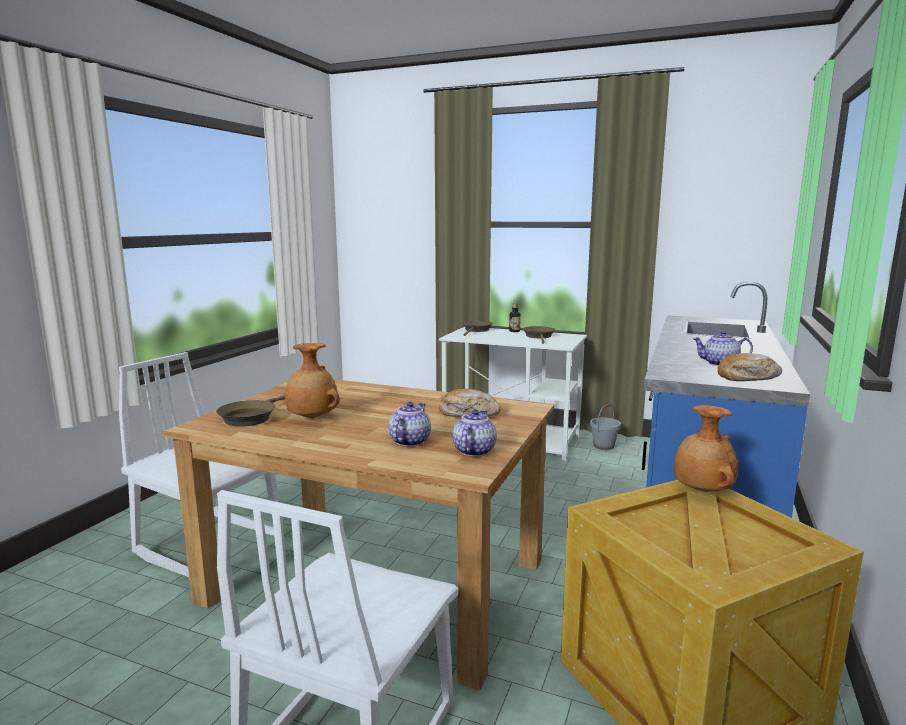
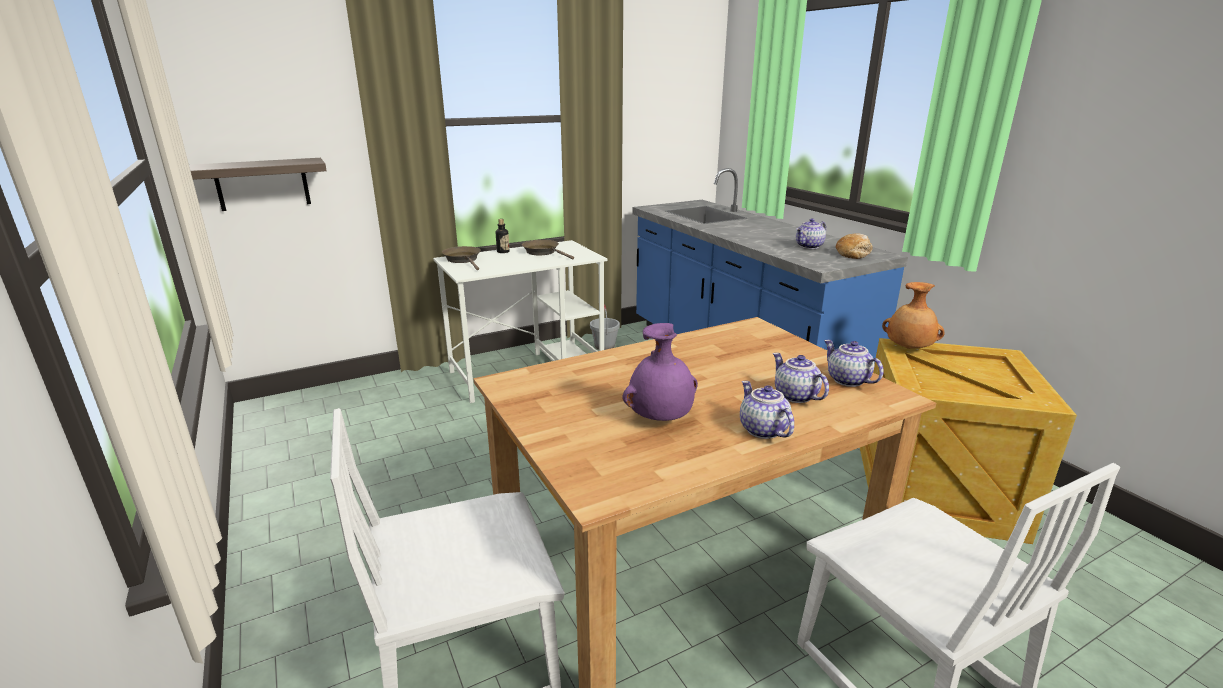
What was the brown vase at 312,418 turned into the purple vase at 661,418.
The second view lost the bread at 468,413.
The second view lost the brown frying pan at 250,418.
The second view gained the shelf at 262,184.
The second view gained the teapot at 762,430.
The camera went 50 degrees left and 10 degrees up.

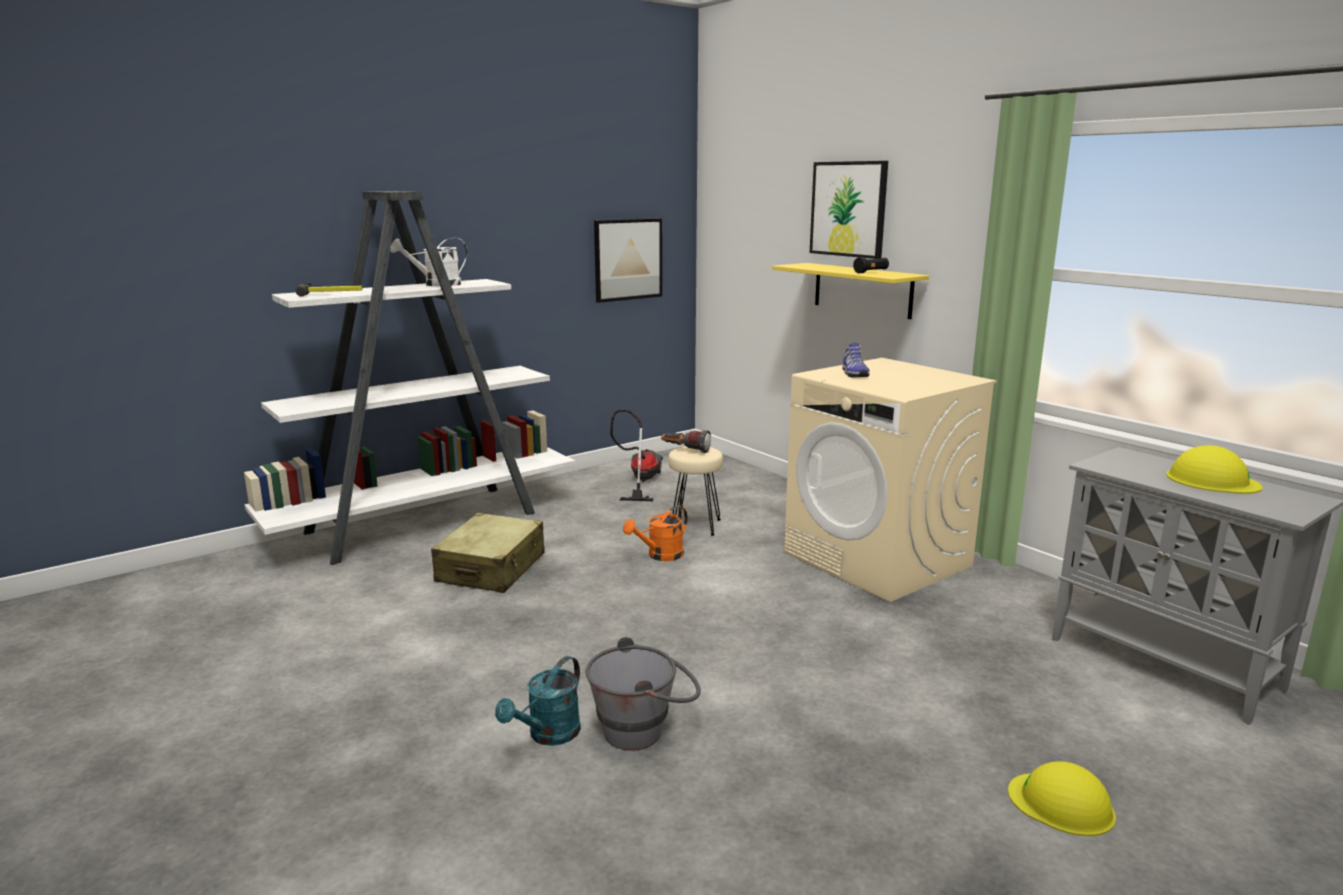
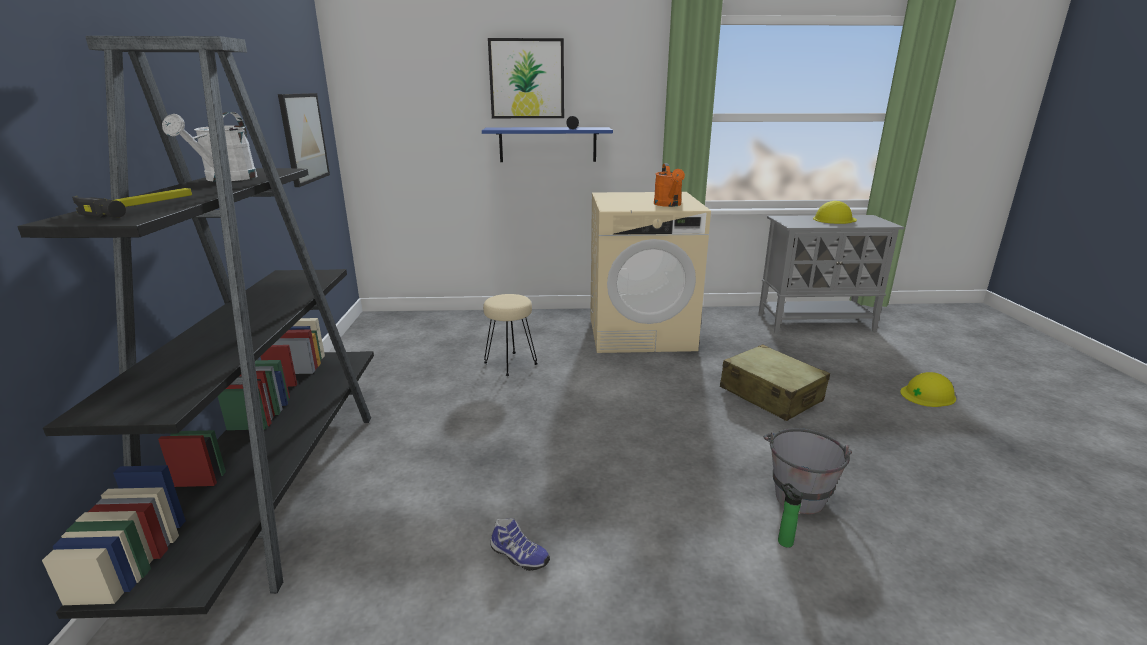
What was the white bookcase at 426,522 turned into the black bookcase at 277,486.
What was the yellow shelf at 862,290 turned into the blue shelf at 548,144.
The shoe ended up elsewhere, having gone from 853,374 to 518,556.
The second view lost the vacuum cleaner at 640,481.
The second view lost the flashlight at 685,450.
The orange watering can ended up elsewhere, having gone from 660,556 to 669,205.
The beige suitcase ended up elsewhere, having gone from 491,568 to 770,395.
Where the turquoise watering can stood at 548,735, the bottle came to stand at 783,540.
The camera went 55 degrees left and 5 degrees up.

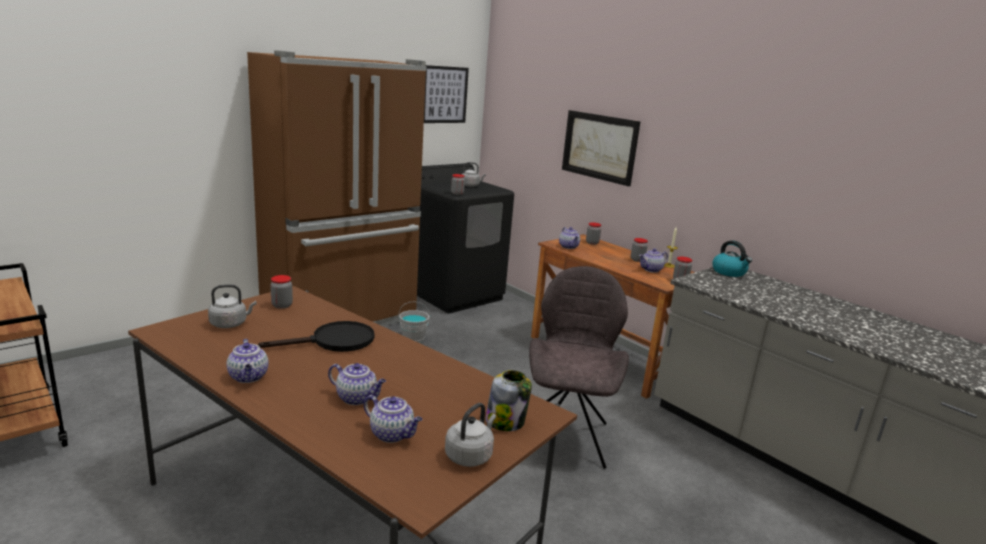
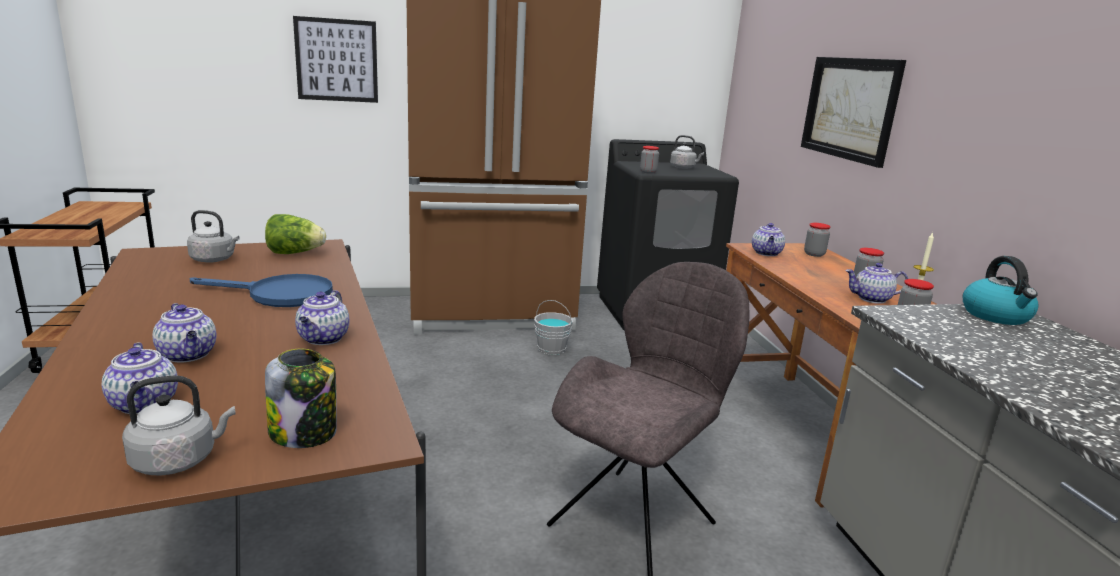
The picture ended up elsewhere, having gone from 444,95 to 336,60.
Where the jar stood at 282,305, the lettuce came to stand at 295,253.
What was the black frying pan at 334,341 turned into the blue frying pan at 279,295.
The teapot ended up elsewhere, having gone from 249,377 to 323,339.
The camera went 30 degrees right and 0 degrees up.

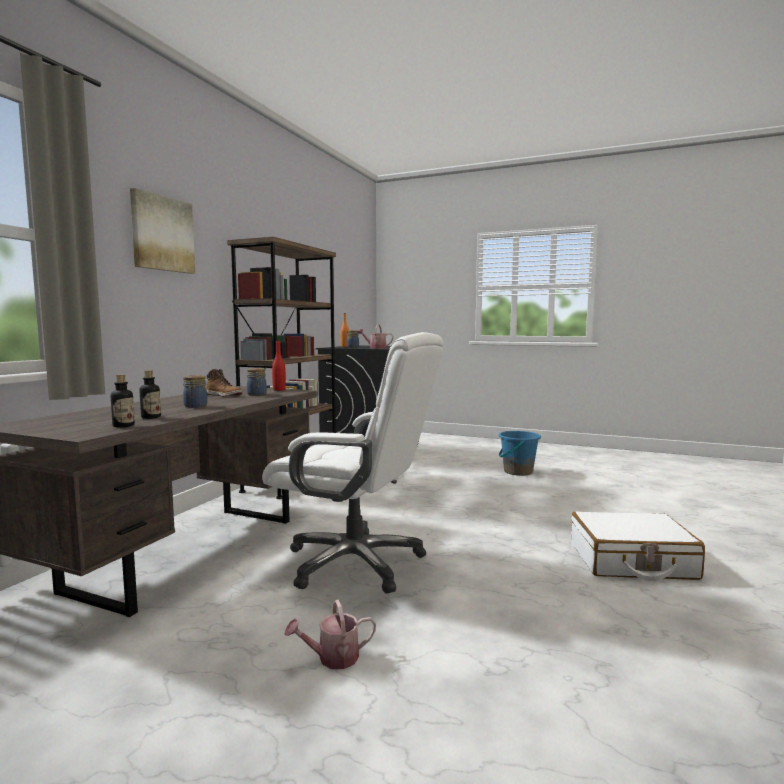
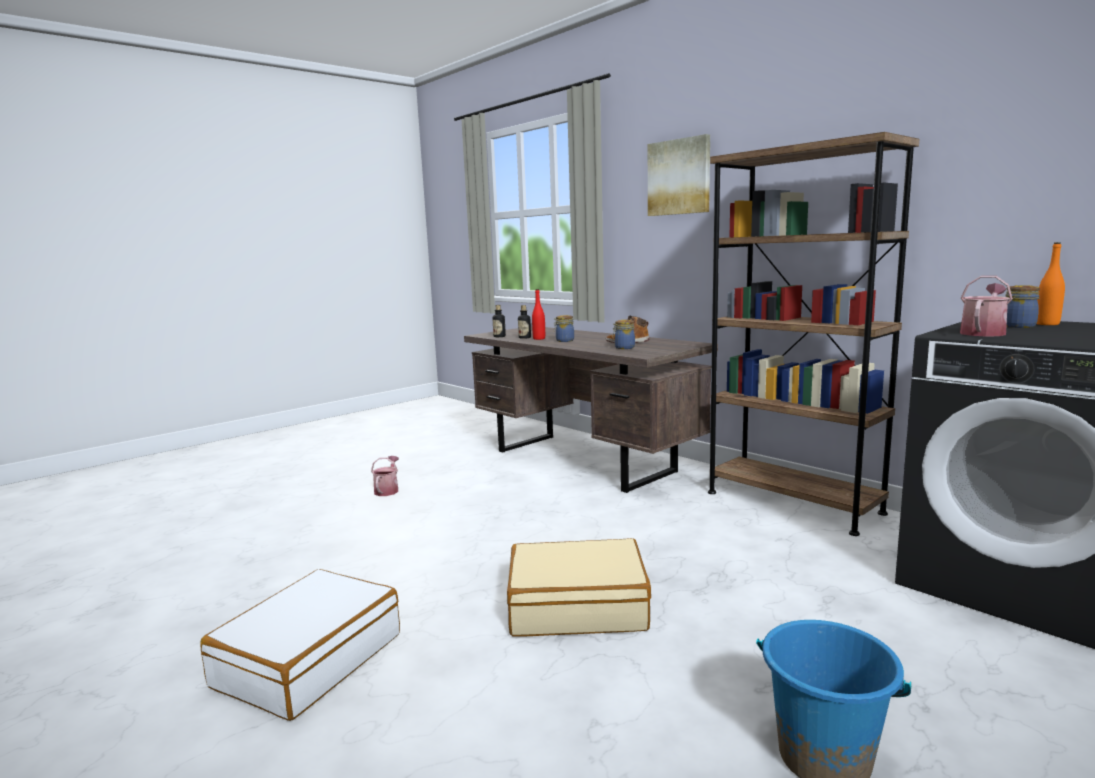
The second view lost the white office chair at 356,562.
The red bottle ended up elsewhere, having gone from 279,390 to 539,339.
The second view gained the beige suitcase at 577,606.
The camera went 115 degrees right and 5 degrees up.

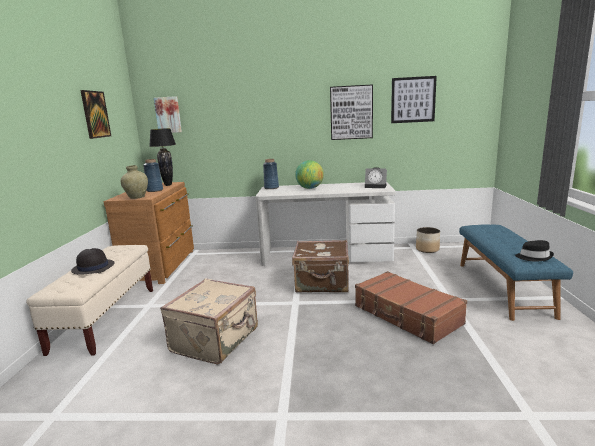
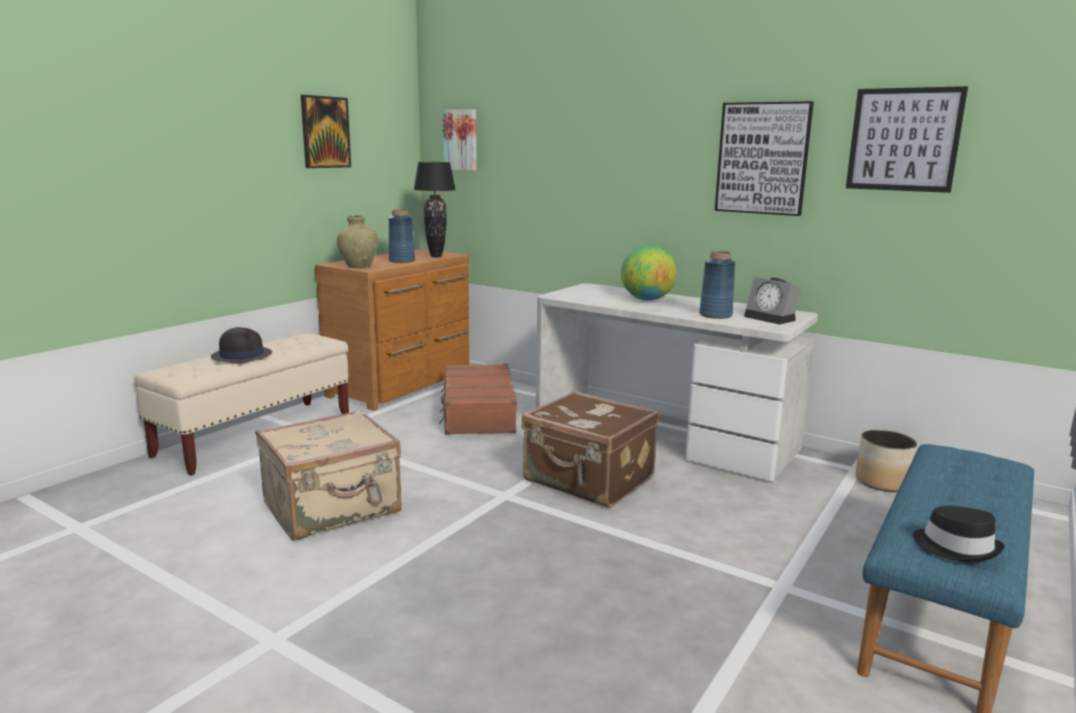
The blue vase ended up elsewhere, having gone from 271,188 to 715,315.
The brown suitcase ended up elsewhere, having gone from 406,315 to 477,412.
The camera went 30 degrees right and 0 degrees up.

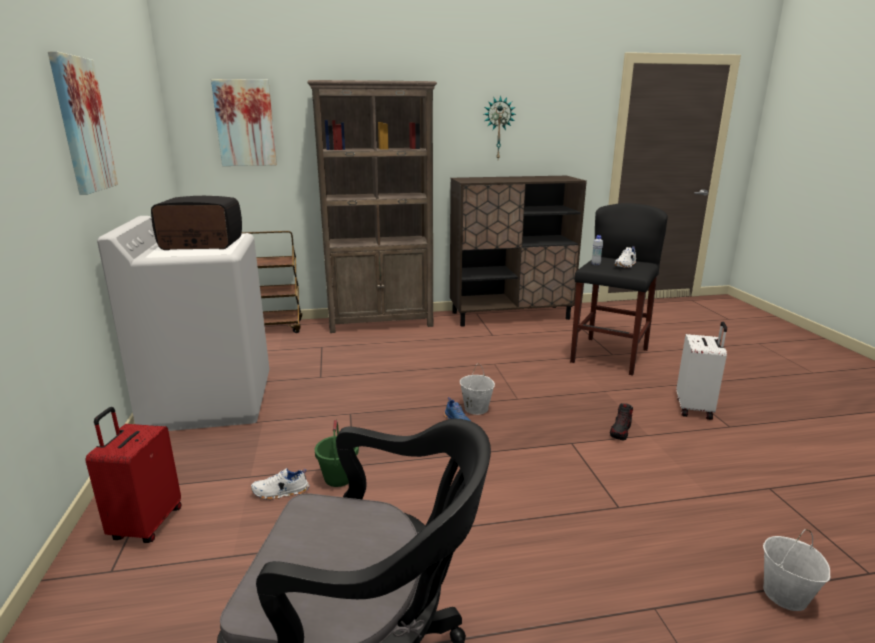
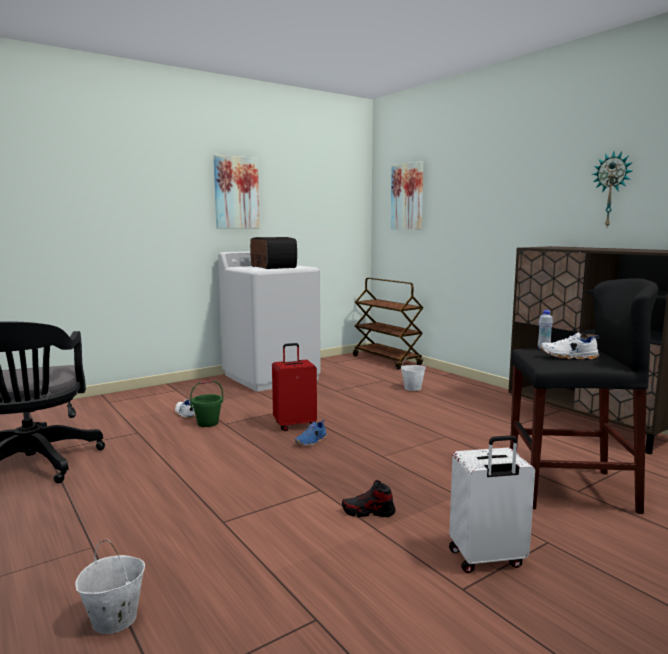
The second view lost the brown bookcase at 381,322.
The white bucket ended up elsewhere, having gone from 475,408 to 412,388.
The red suitcase ended up elsewhere, having gone from 146,524 to 295,425.
The camera went 65 degrees right and 10 degrees down.

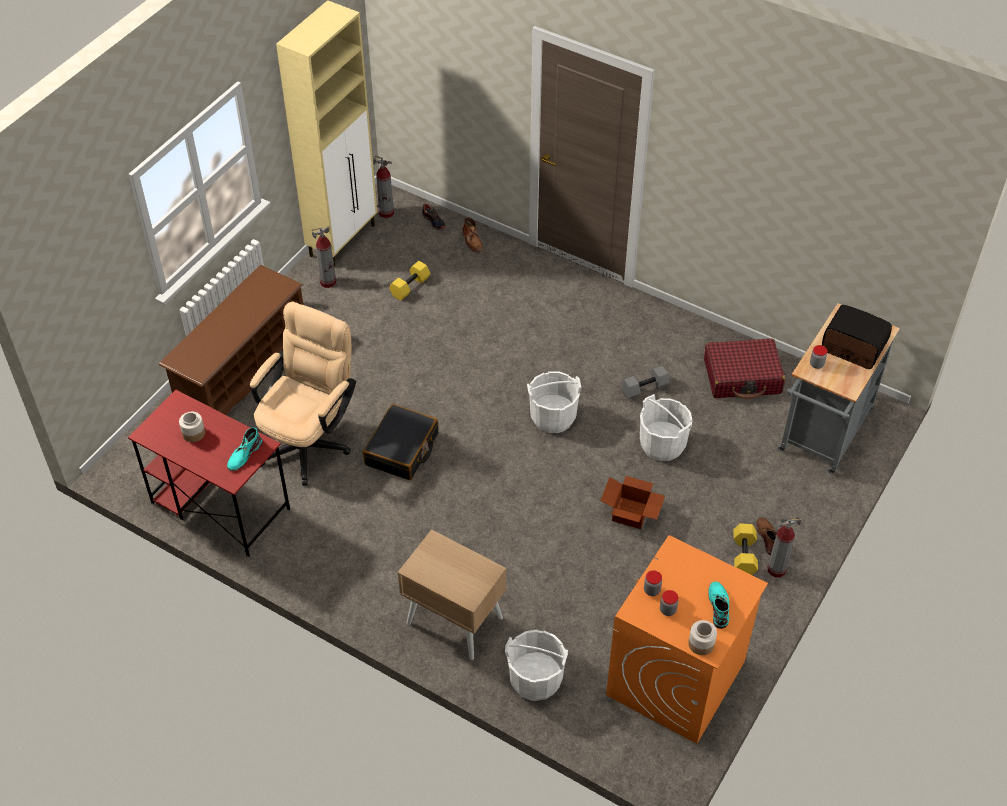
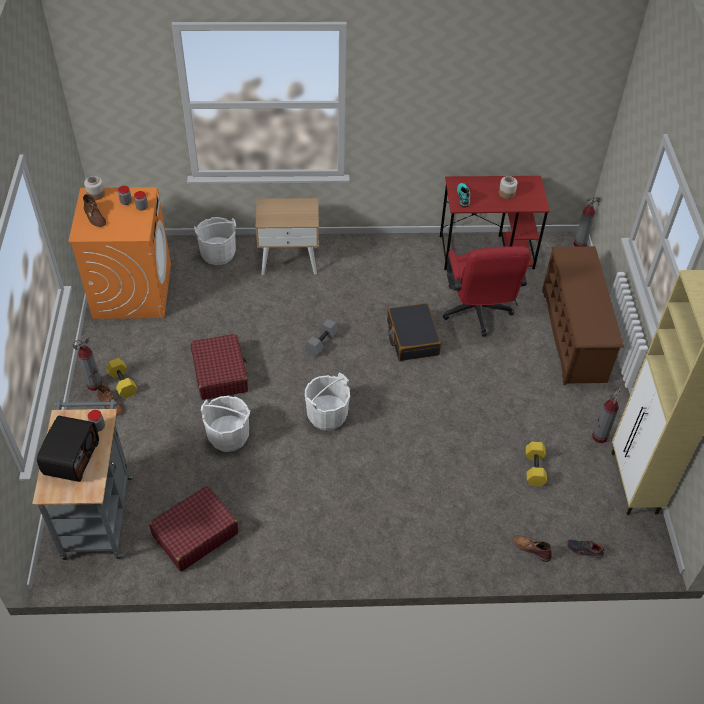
The fire extinguisher ended up elsewhere, having gone from 386,213 to 579,244.
What was the beige office chair at 310,440 turned into the red office chair at 477,314.
The radio at 852,349 ended up facing another way, 75 degrees counterclockwise from before.
The grey dumbbell ended up elsewhere, having gone from 644,389 to 321,342.
Where the cardboard box stood at 631,514, the red suitcase came to stand at 220,373.
What was the turquoise boot at 718,605 turned into the brown boot at 94,217.
The camera went 145 degrees right and 0 degrees up.

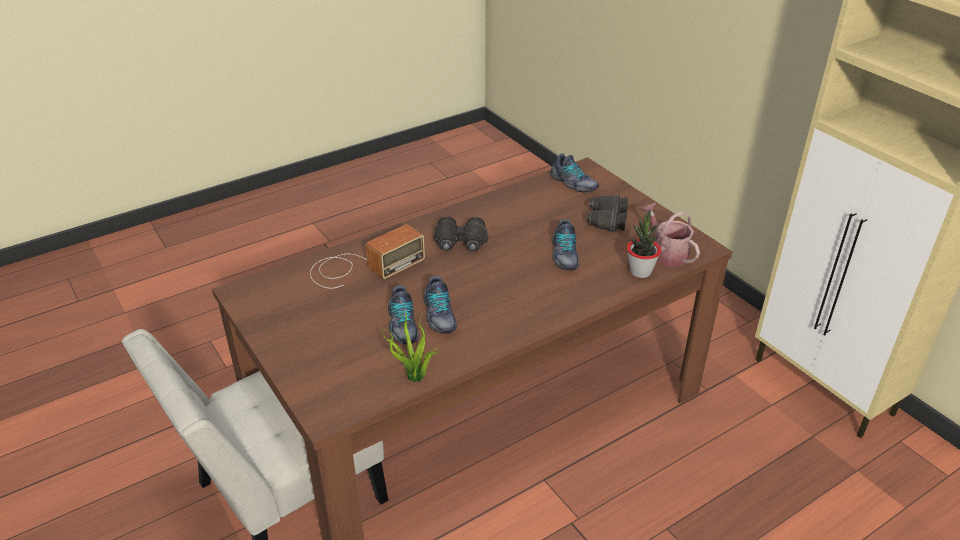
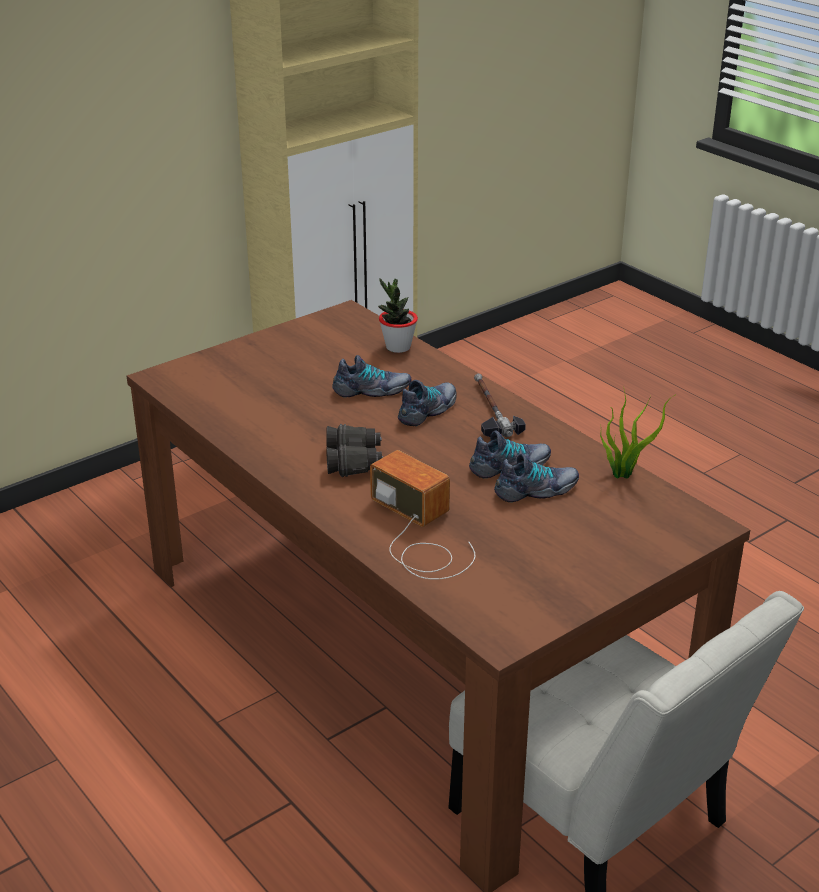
The shoe ended up elsewhere, having gone from 573,183 to 428,410.
The second view lost the black binoculars at 606,220.
The second view lost the watering can at 667,253.
The second view gained the hammer at 490,410.
The camera went 95 degrees left and 5 degrees down.

